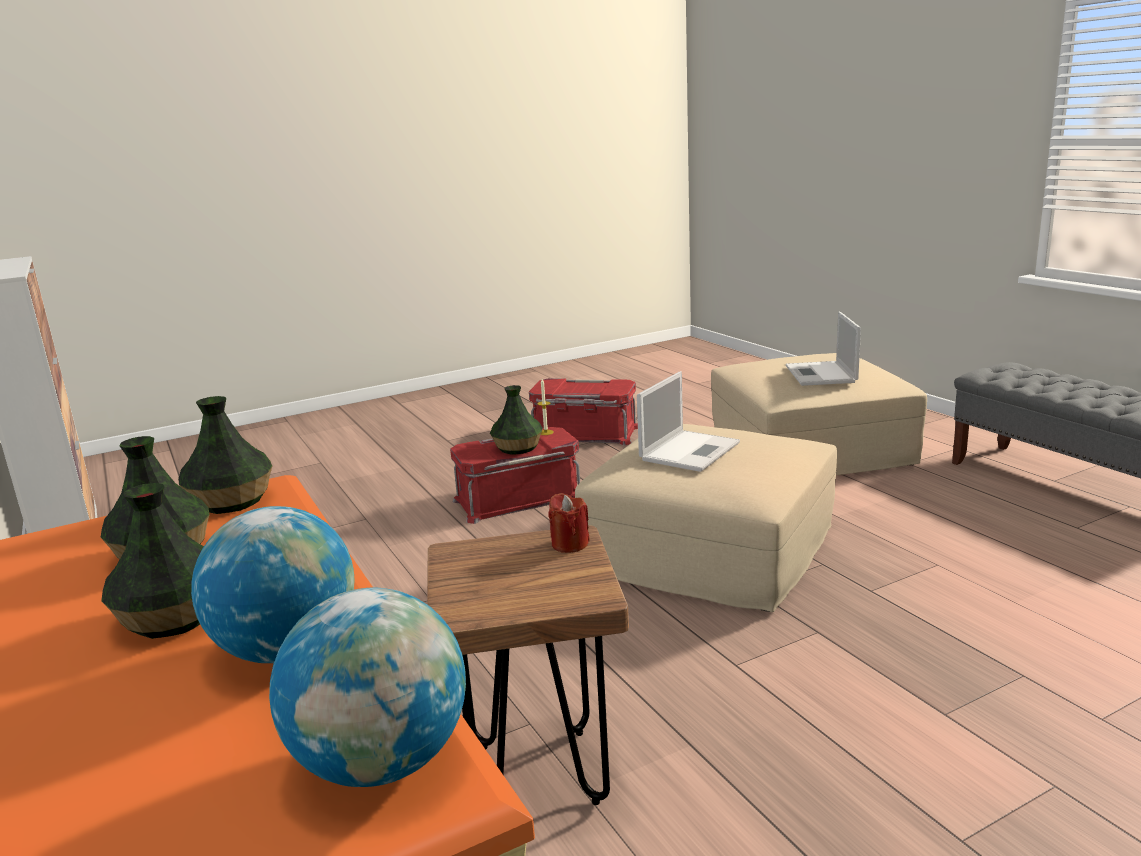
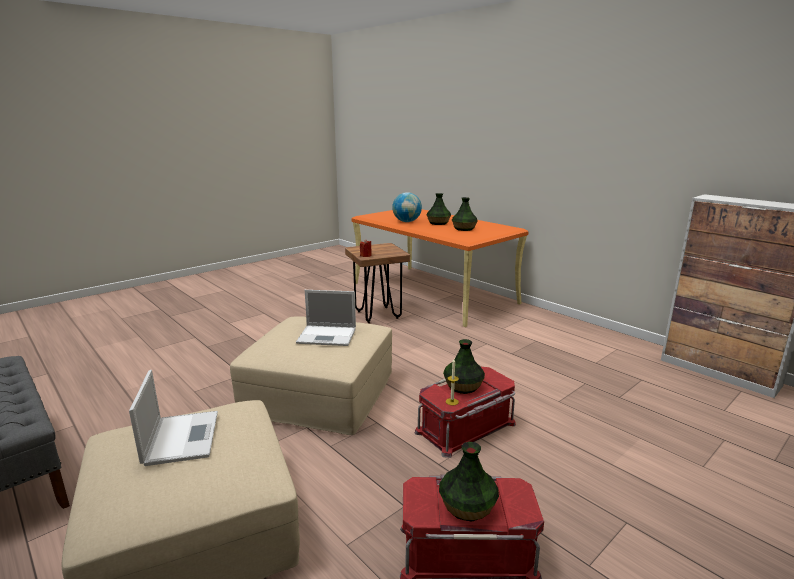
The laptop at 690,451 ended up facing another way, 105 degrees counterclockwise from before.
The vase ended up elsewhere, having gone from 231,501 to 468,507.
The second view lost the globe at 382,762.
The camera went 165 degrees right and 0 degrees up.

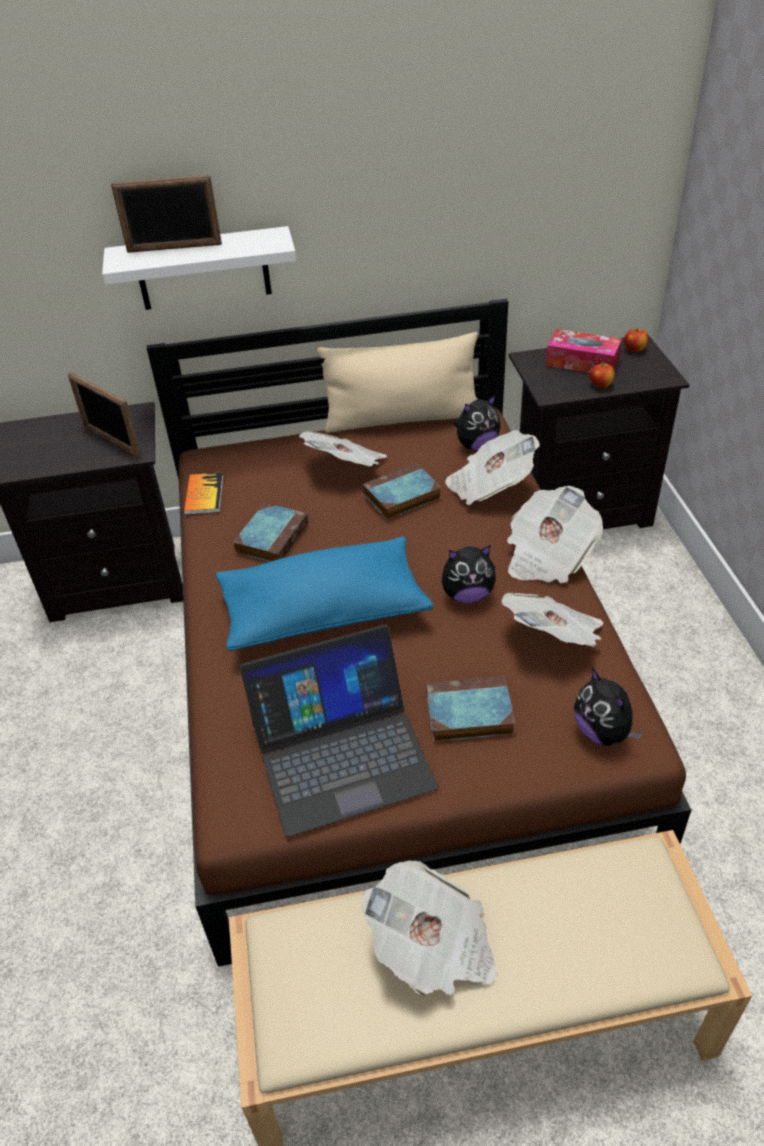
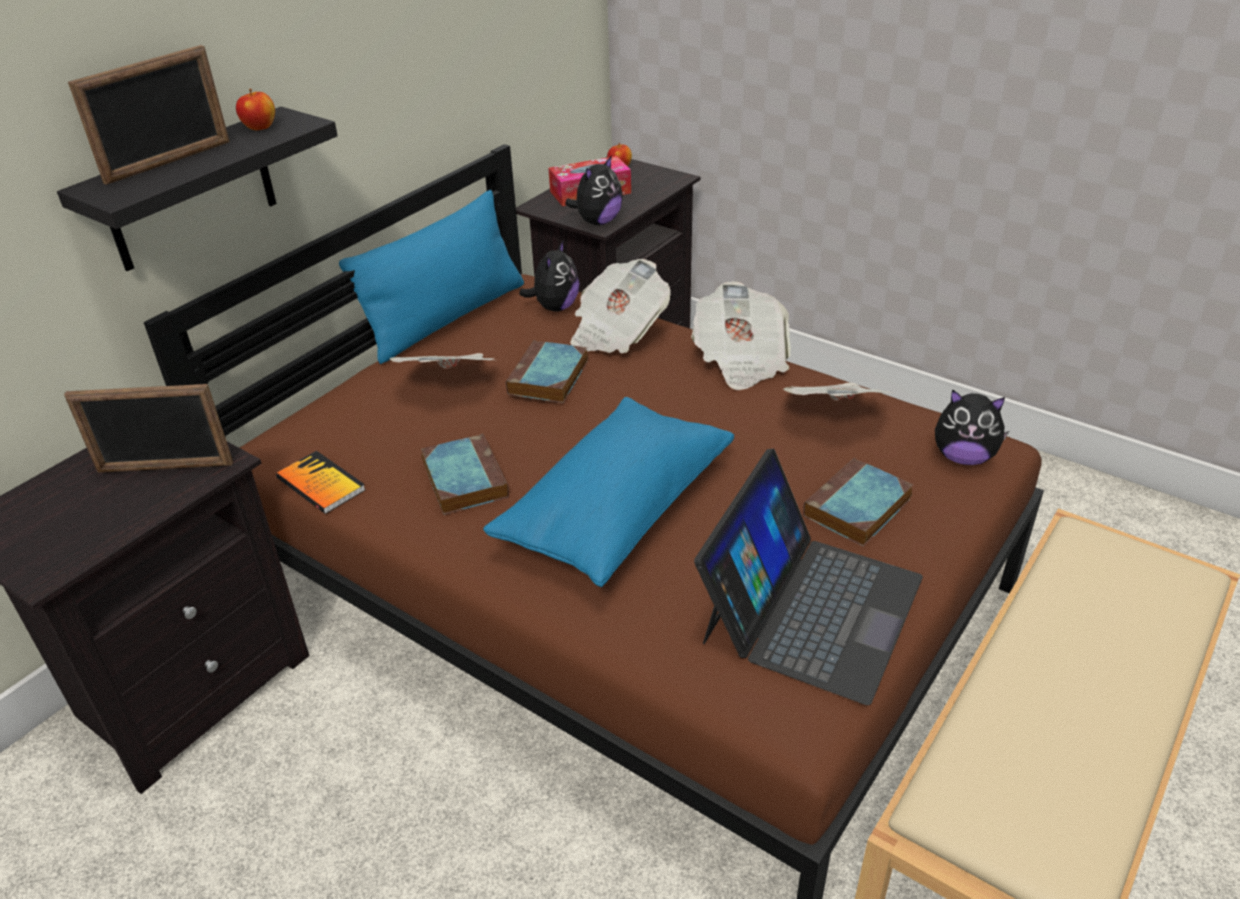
What was the white shelf at 203,269 turned into the black shelf at 191,191.
What was the beige pillow at 402,419 turned into the blue pillow at 446,318.
The apple ended up elsewhere, having gone from 601,385 to 260,127.
The plush toy ended up elsewhere, having gone from 467,595 to 597,222.
The second view lost the newspaper at 433,947.
The camera went 45 degrees left and 5 degrees down.

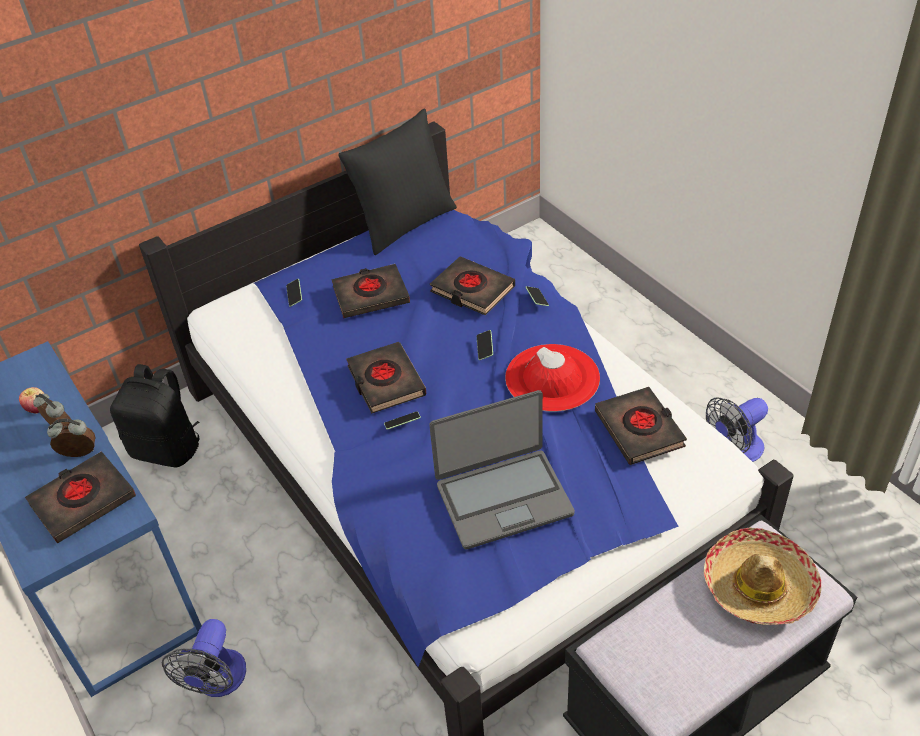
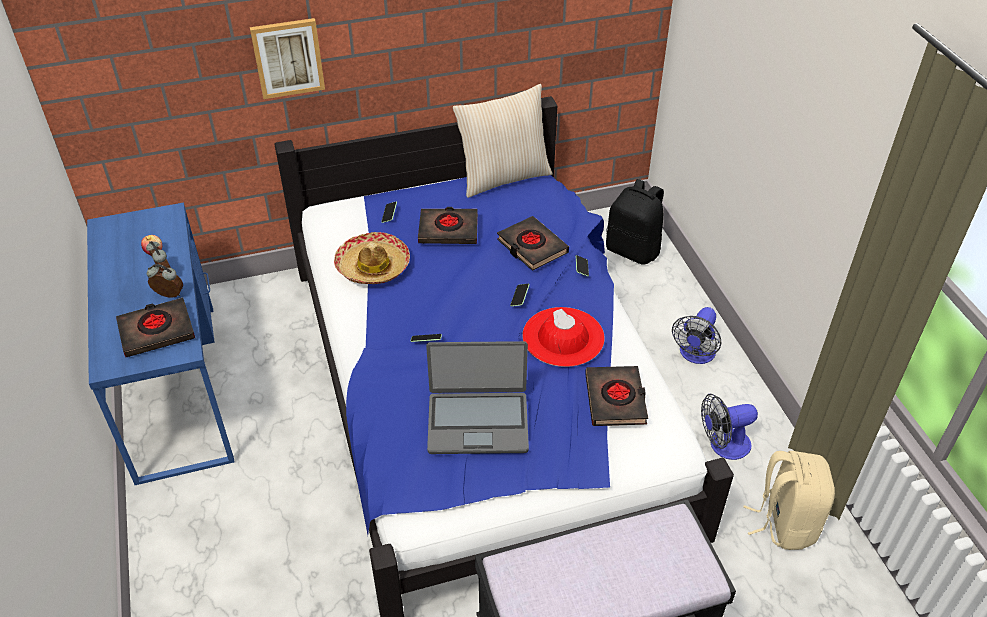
What was the black pillow at 404,223 turned into the beige pillow at 503,177.
The second view lost the black book at 386,381.
The black backpack ended up elsewhere, having gone from 167,449 to 633,250.
The hat ended up elsewhere, having gone from 759,586 to 373,266.
The fan ended up elsewhere, having gone from 218,682 to 695,355.
The second view gained the picture at 288,57.
The second view gained the beige backpack at 784,522.
The camera went 15 degrees right and 0 degrees up.

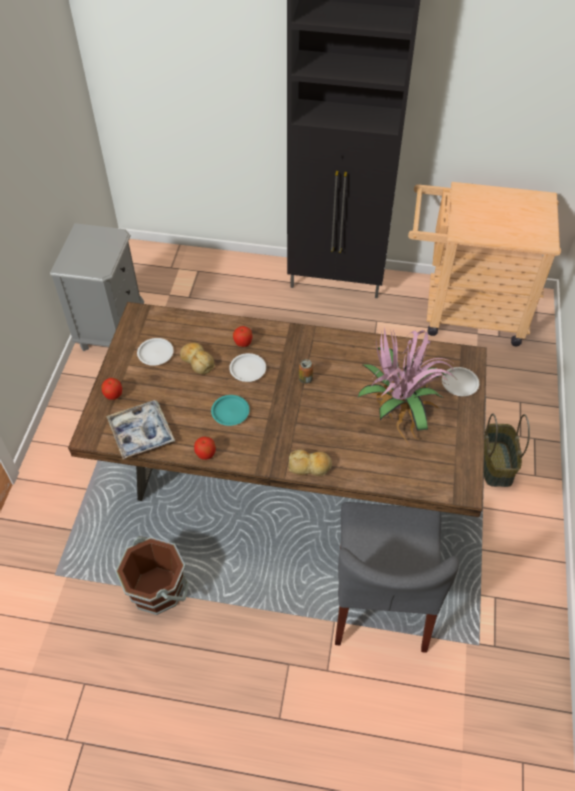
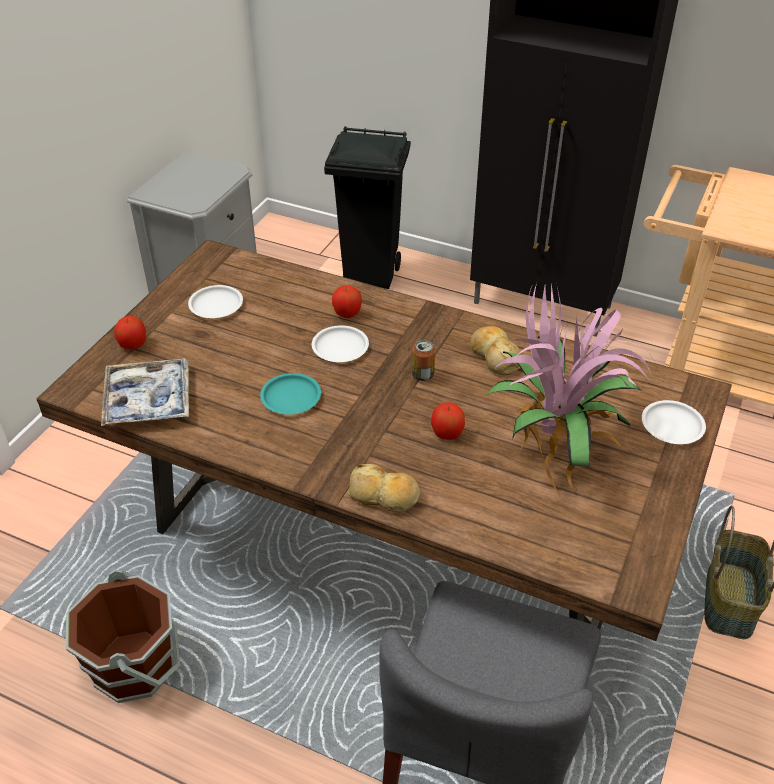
The bread ended up elsewhere, having gone from 197,361 to 495,356.
The apple ended up elsewhere, having gone from 205,454 to 447,433.
The second view gained the black trash can at 371,275.
The camera went 15 degrees right and 10 degrees down.

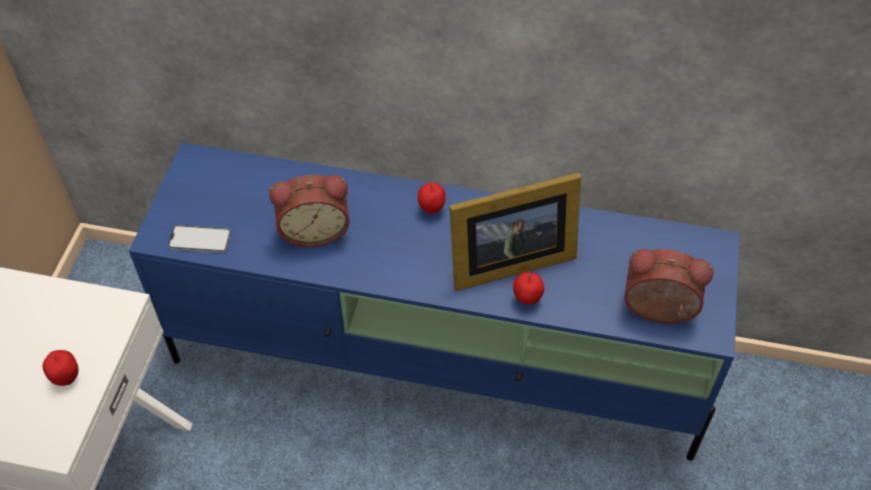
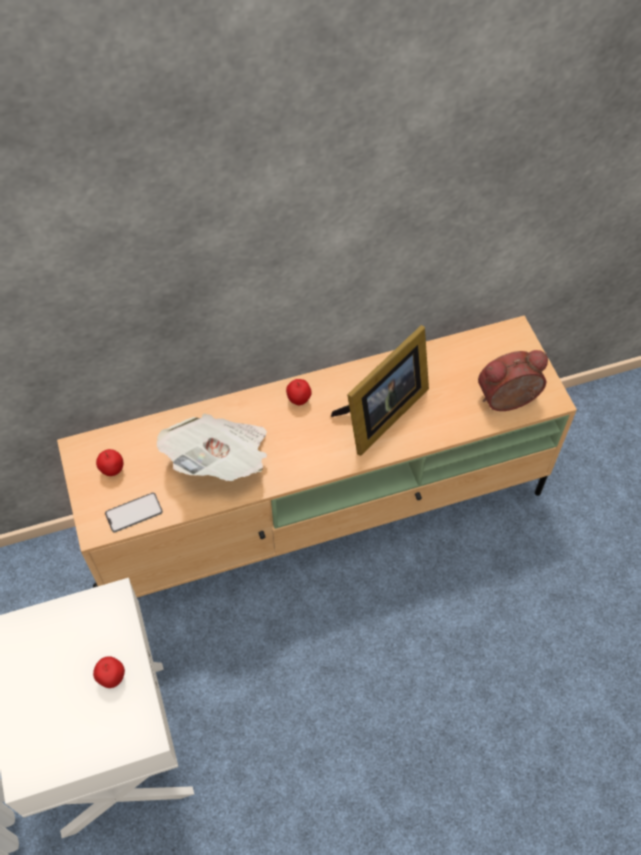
What was the blue tv stand at 439,364 turned into the beige tv stand at 322,516.
Where the alarm clock stood at 314,230, the newspaper came to stand at 220,460.
The apple ended up elsewhere, having gone from 527,299 to 113,471.
The camera went 30 degrees left and 5 degrees up.

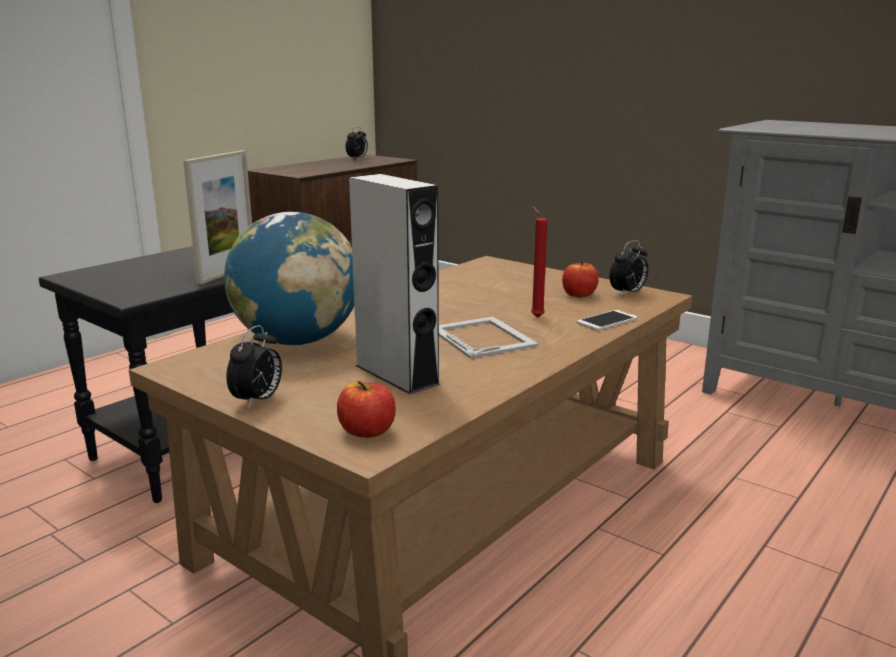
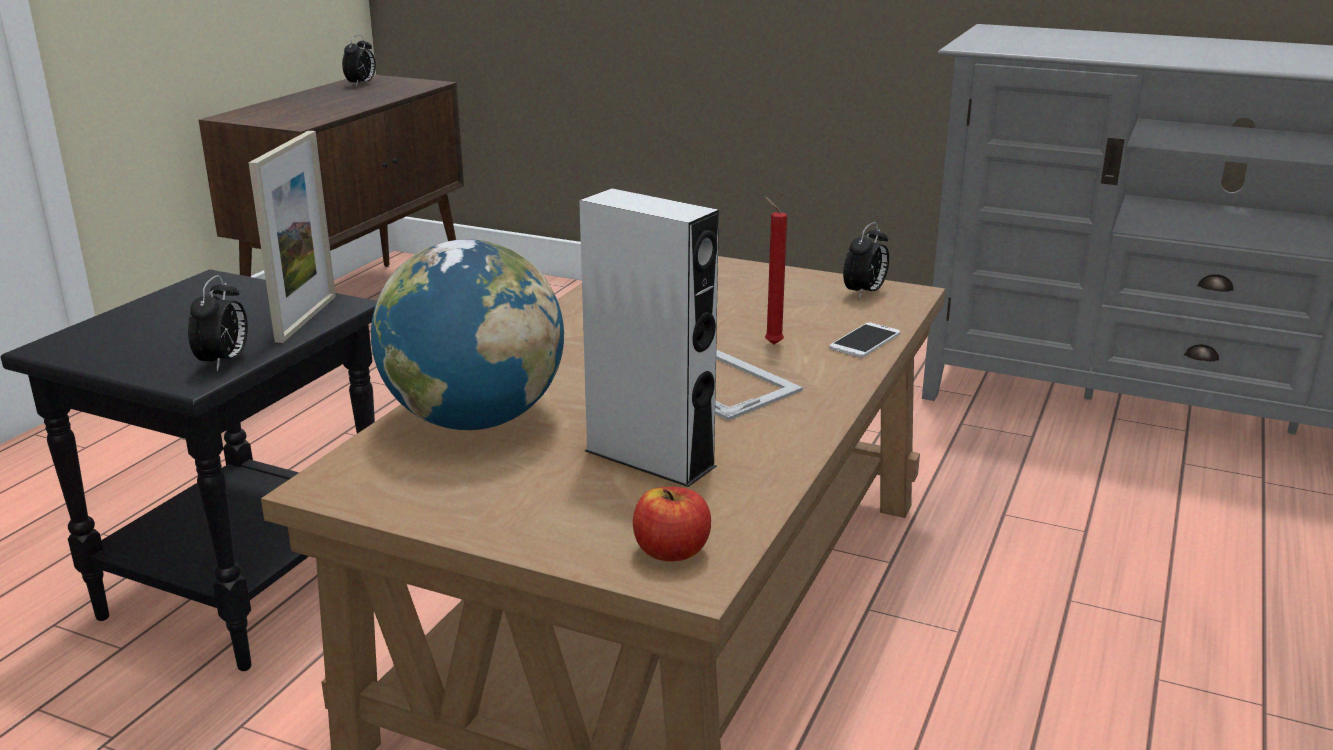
The second view lost the apple at 579,295.
The alarm clock ended up elsewhere, having gone from 258,401 to 224,362.
The camera went 15 degrees left and 5 degrees up.

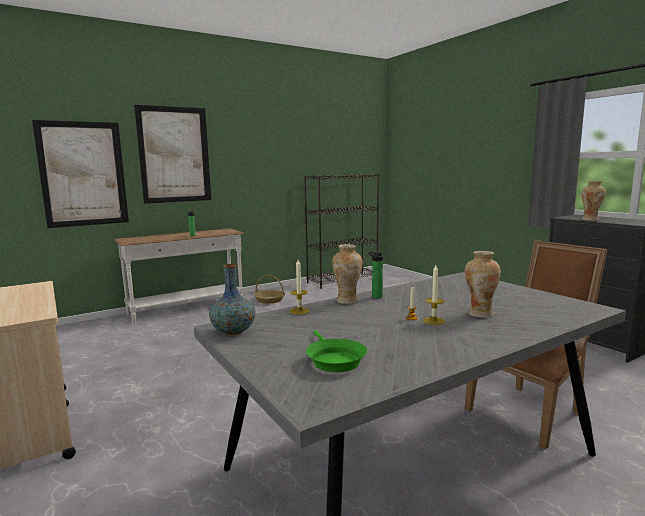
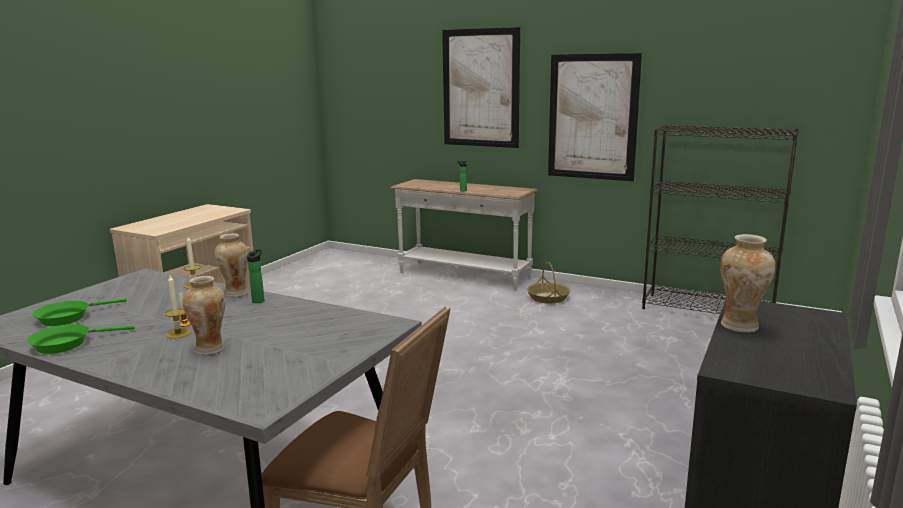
The picture ended up elsewhere, having gone from 83,174 to 592,117.
The second view lost the vase at 233,331.
The second view gained the green frying pan at 67,344.
The camera went 60 degrees right and 5 degrees up.

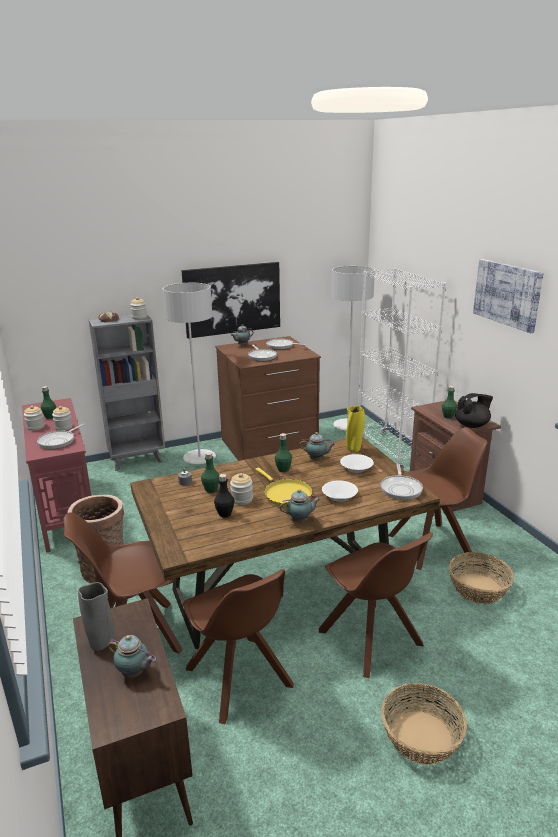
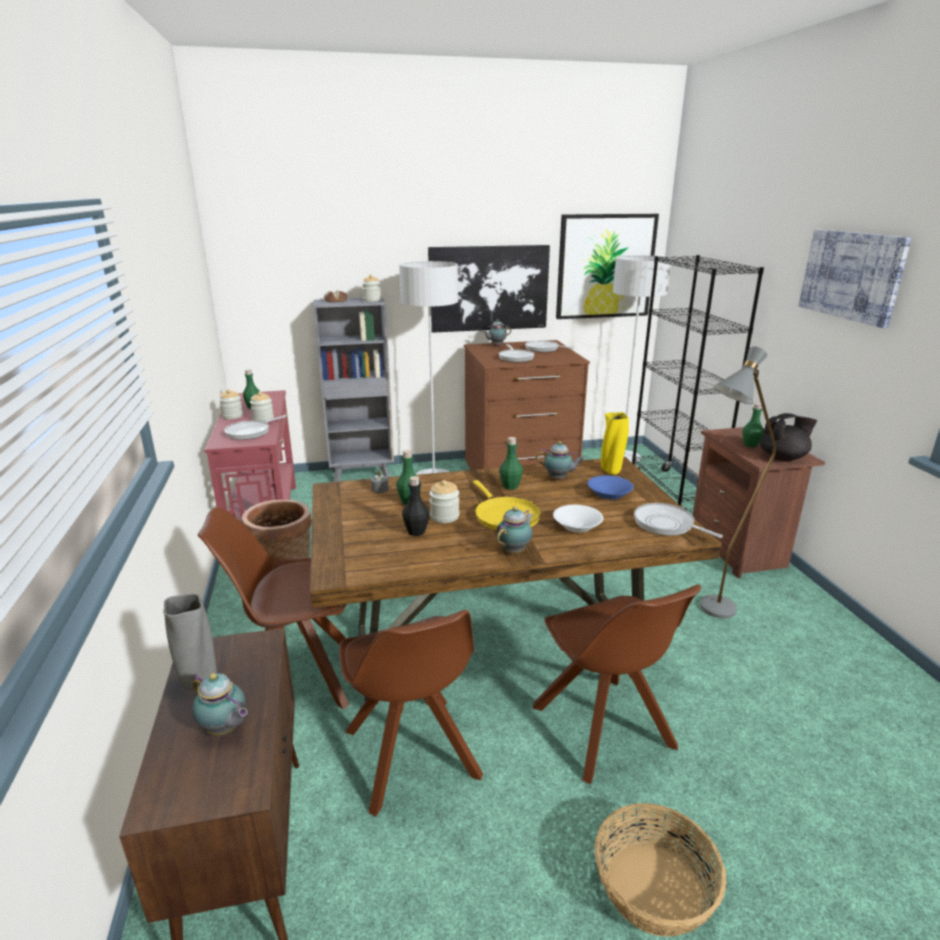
What was the white bookcase at 391,451 turned into the black bookcase at 673,492.
Where the brown chair stood at 431,545, the grey floor lamp came to stand at 710,613.
What was the white bowl at 356,468 turned into the blue bowl at 608,493.
The frying pan at 401,489 ended up facing another way, 120 degrees clockwise from before.
The teapot at 300,520 ended up facing another way, 45 degrees counterclockwise from before.
The second view lost the basket at 478,589.
The second view gained the picture at 605,266.
The camera went 10 degrees right and 0 degrees up.

